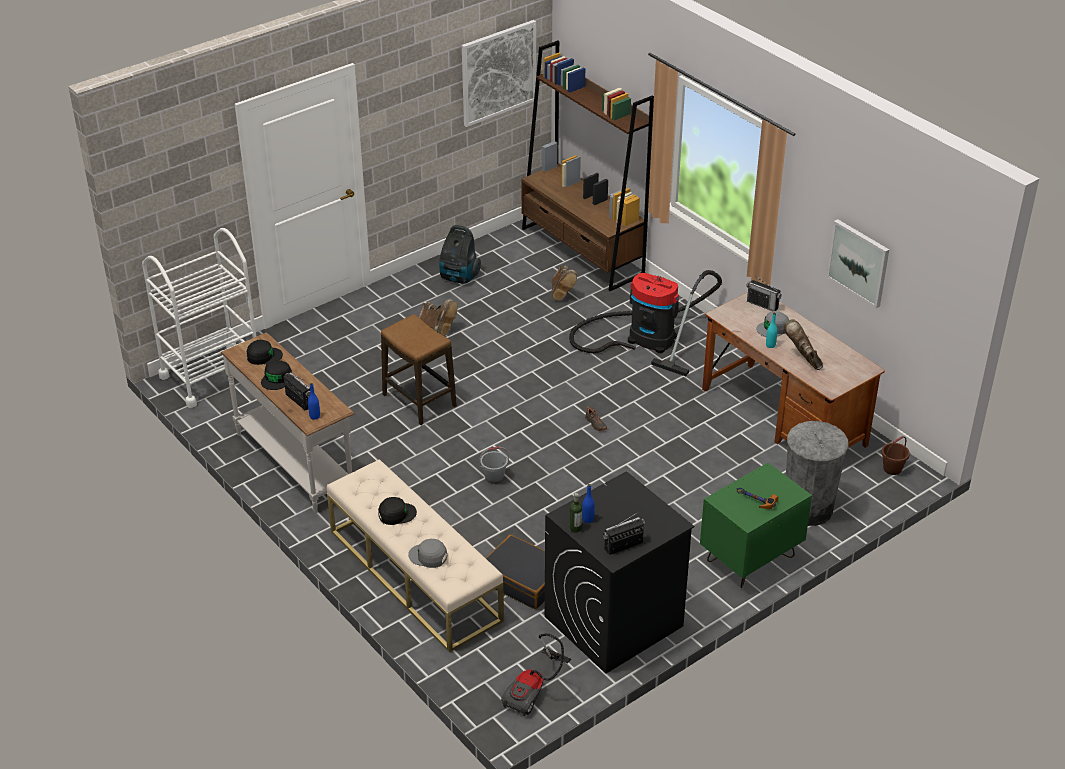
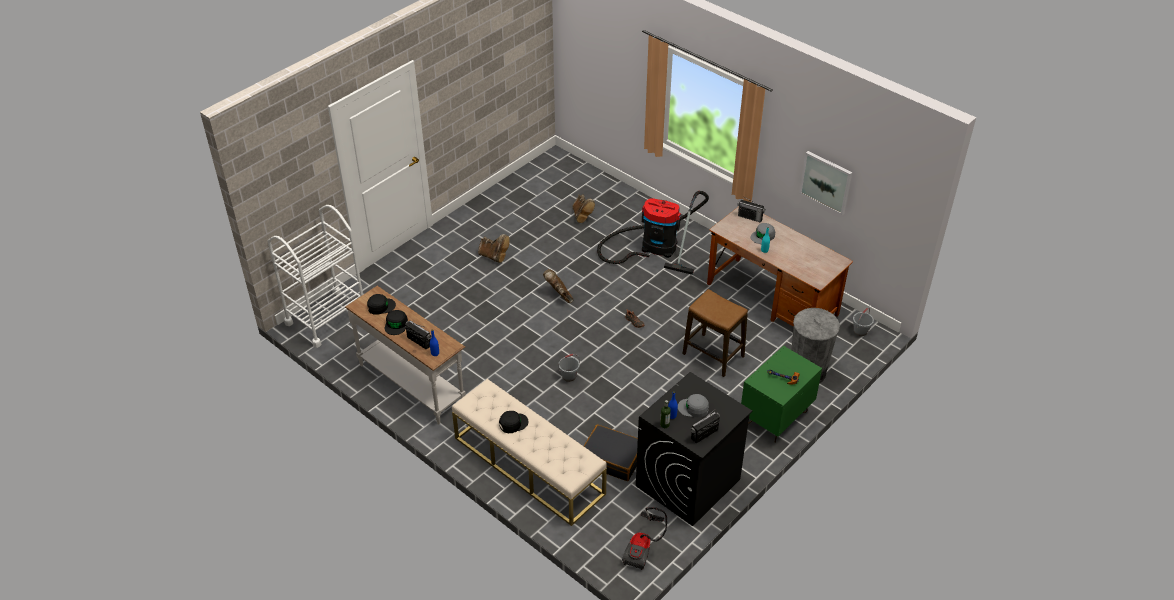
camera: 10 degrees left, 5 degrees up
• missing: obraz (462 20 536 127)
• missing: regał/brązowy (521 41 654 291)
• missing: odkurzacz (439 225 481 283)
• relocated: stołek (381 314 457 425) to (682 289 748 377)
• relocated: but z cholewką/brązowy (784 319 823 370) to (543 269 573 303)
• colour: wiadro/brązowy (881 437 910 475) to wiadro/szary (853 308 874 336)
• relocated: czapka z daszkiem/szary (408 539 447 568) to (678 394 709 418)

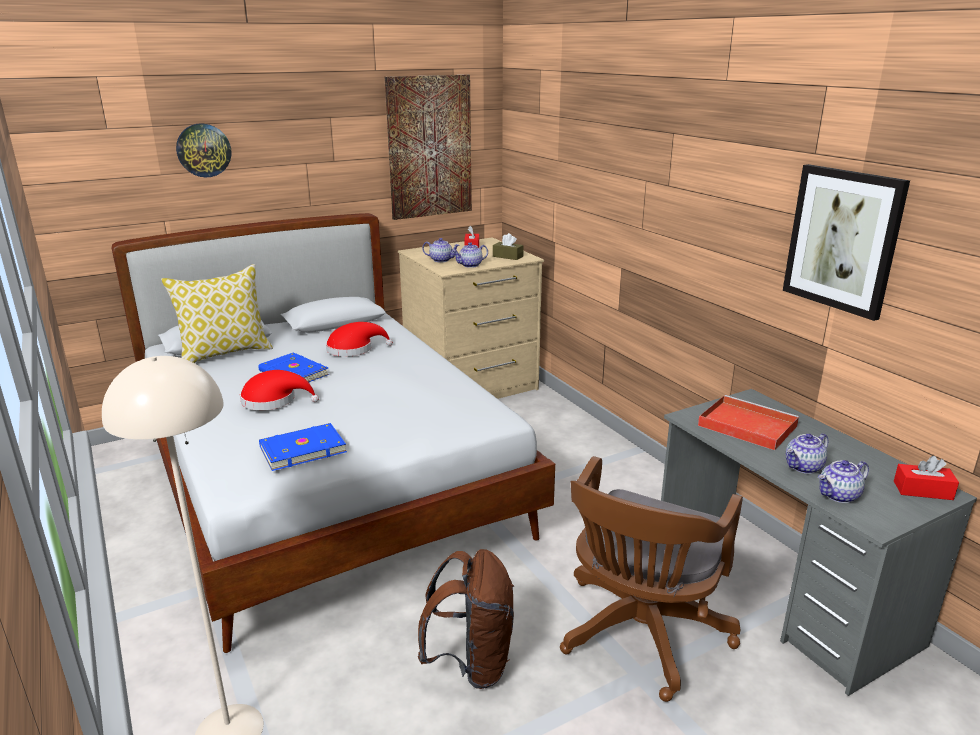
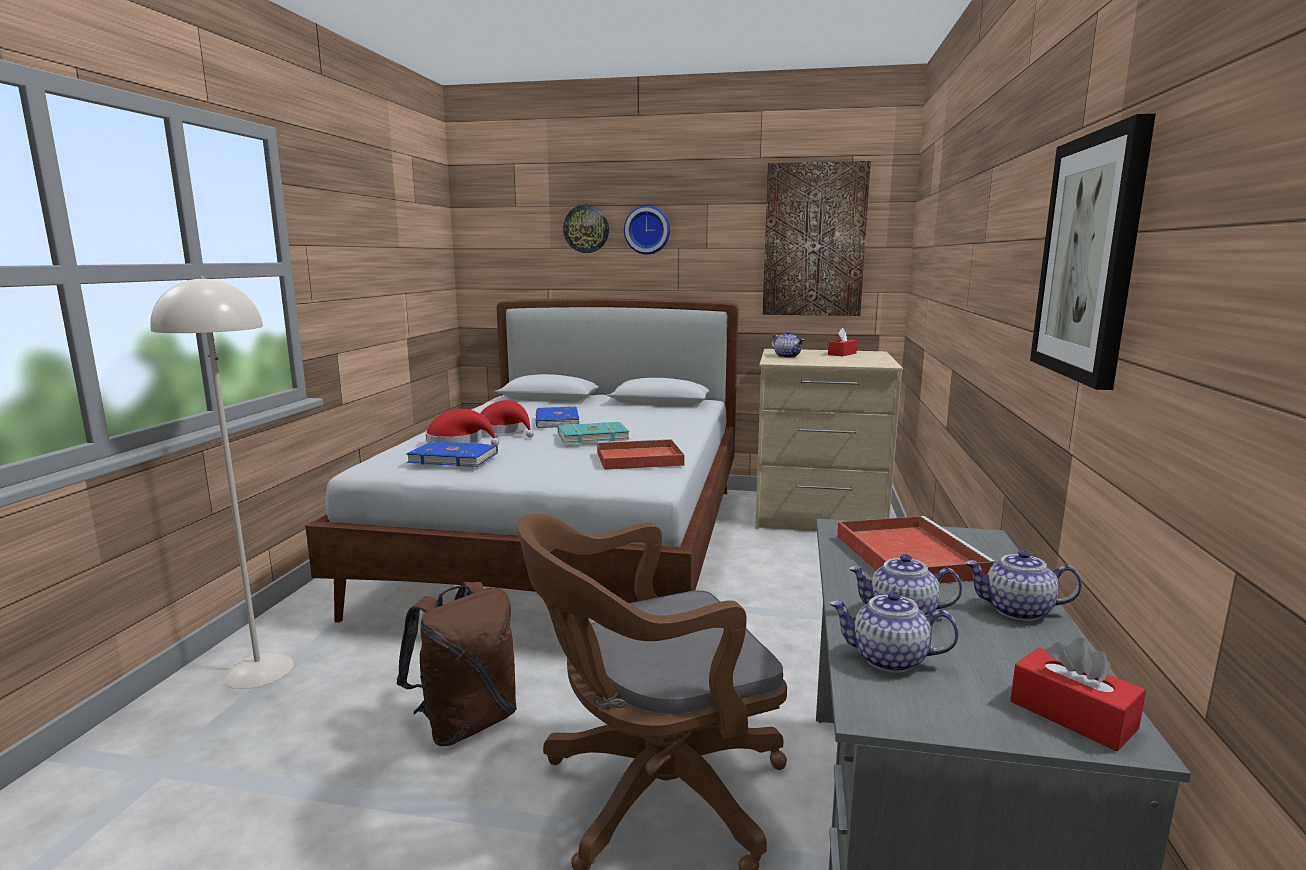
camera: 40 degrees right, 10 degrees down
• missing: pudełko chusteczek/brązowy (493 233 524 260)
• relocated: imbryk (453 242 488 268) to (965 550 1082 621)
• missing: poduszka (161 264 273 363)
• relocated: kapelusz/czerwony (326 322 393 357) to (425 409 499 446)
• appeared: zegar ścienny (624 205 670 255)
• appeared: książka/turkusowy (558 422 630 444)
• appeared: taca/czerwony (597 439 685 470)

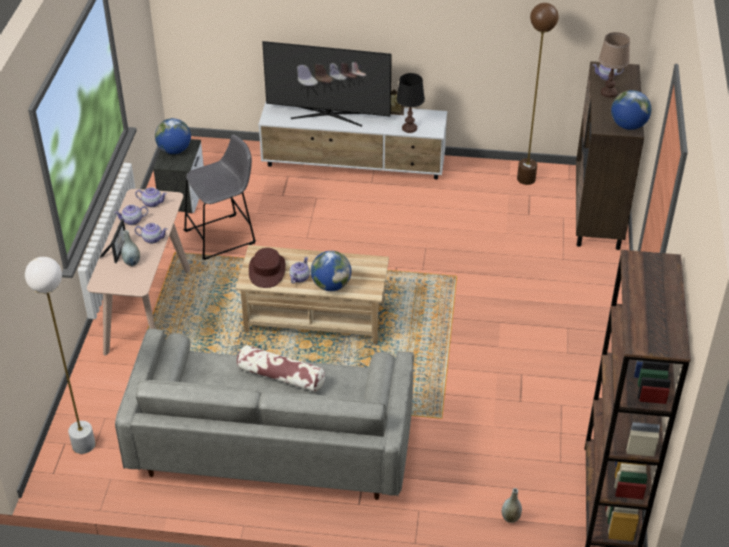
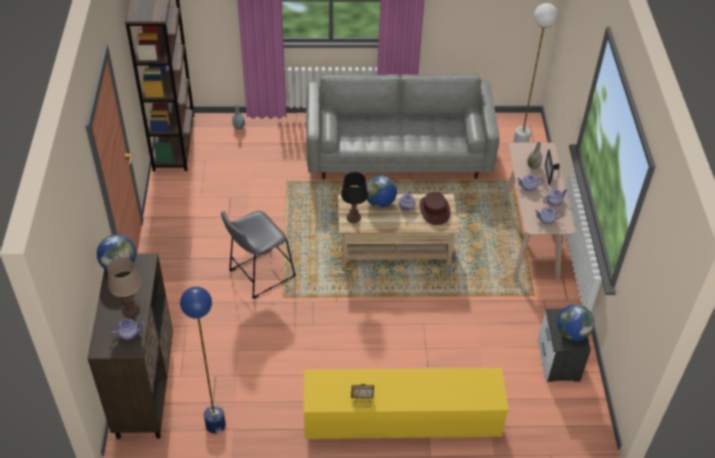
camera: 170 degrees right, 5 degrees up
• colour: lampa stojąca/brązowy (517 3 559 185) to lampa stojąca/niebieski (180 287 226 433)
• missing: telewizor (262 41 392 127)
• relocated: lampa stołowa/czarny (396 73 425 133) to (341 172 368 223)
• colour: szafka pod telewizor/biały (258 102 447 180) to szafka pod telewizor/żółty (304 368 509 439)
• relocated: stołek/szary (184 135 256 260) to (221 211 296 299)
• missing: poduszka (237 345 325 392)

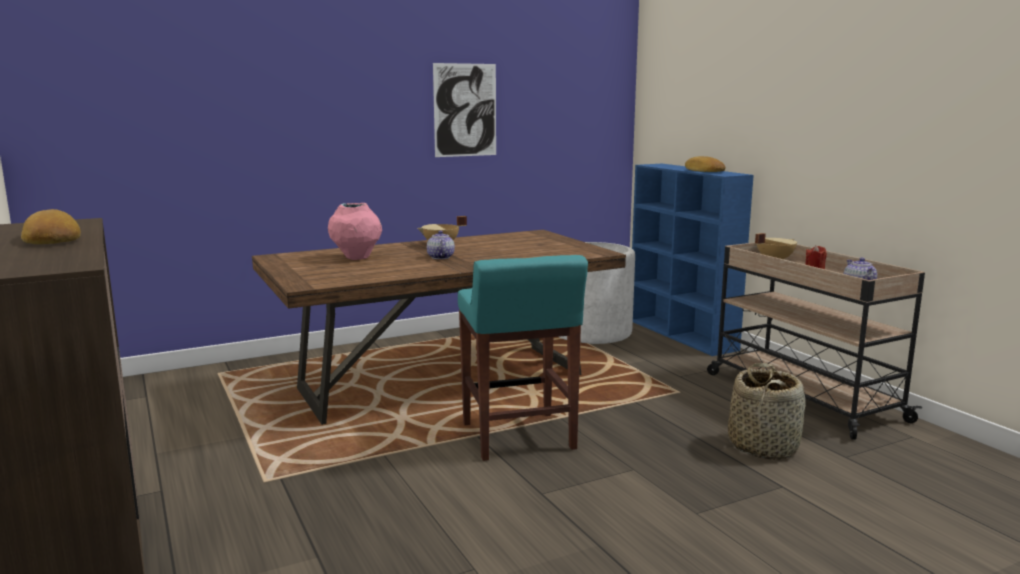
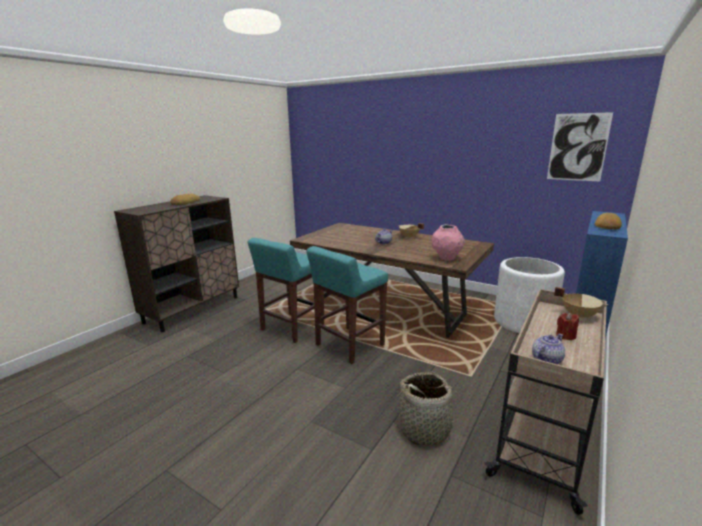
camera: 60 degrees right, 5 degrees up
• relocated: obraz (433 63 496 157) to (547 112 613 181)
• relocated: wazon/różowy (328 203 382 260) to (431 224 465 261)
• appeared: stołek/turkusowy (248 238 324 343)

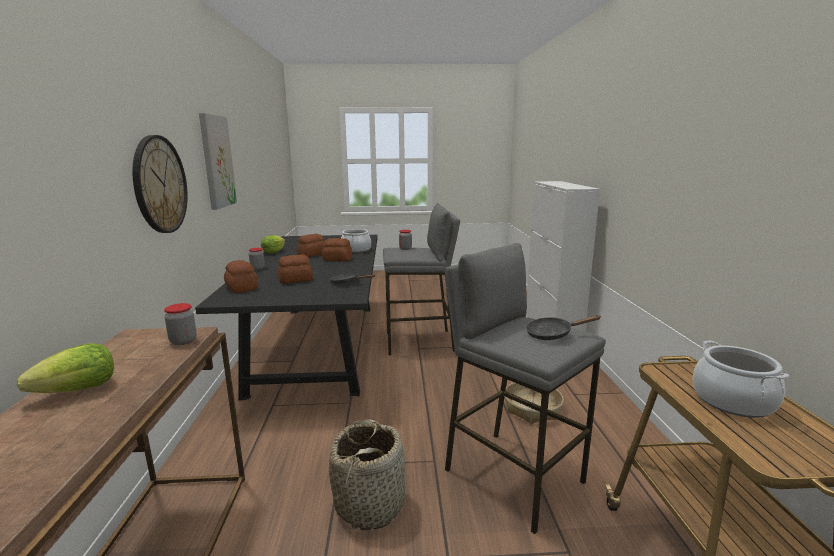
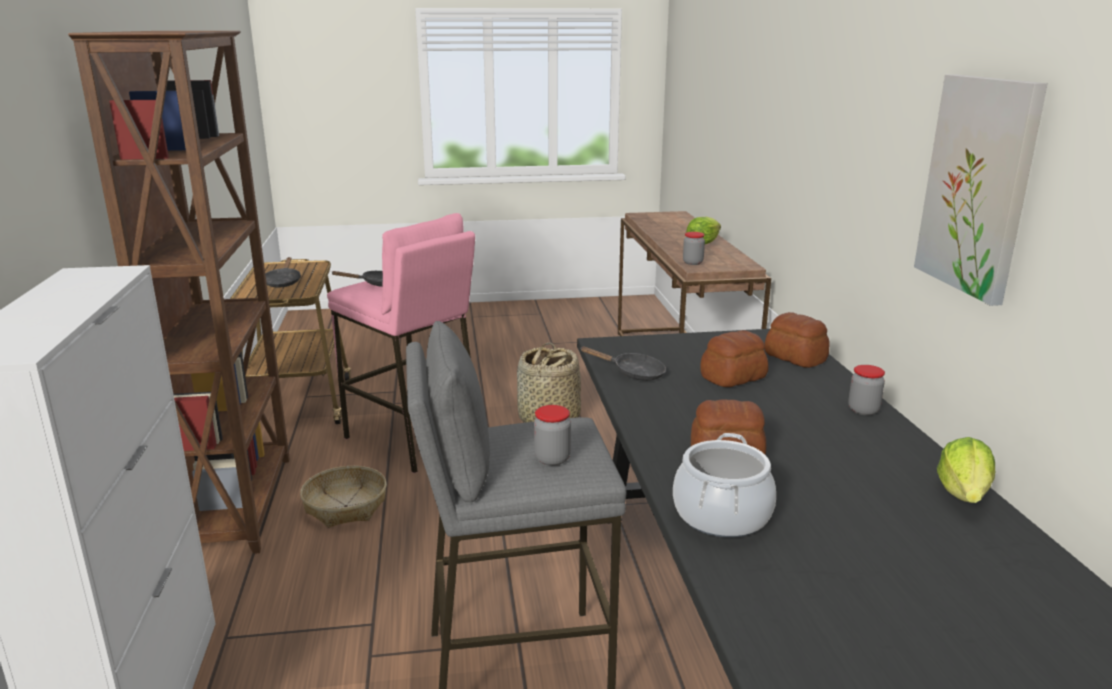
camera: 175 degrees right, 5 degrees up
• missing: zegar ścienny (132 135 188 233)
• missing: chleb (297 234 324 257)
• colour: stołek/szary (445 243 606 534) to stołek/różowy (327 213 475 473)
• exchanged: garnek (692 341 790 418) to patelnia/czarny (265 257 301 288)
• appeared: regał/brązowy (68 31 290 554)

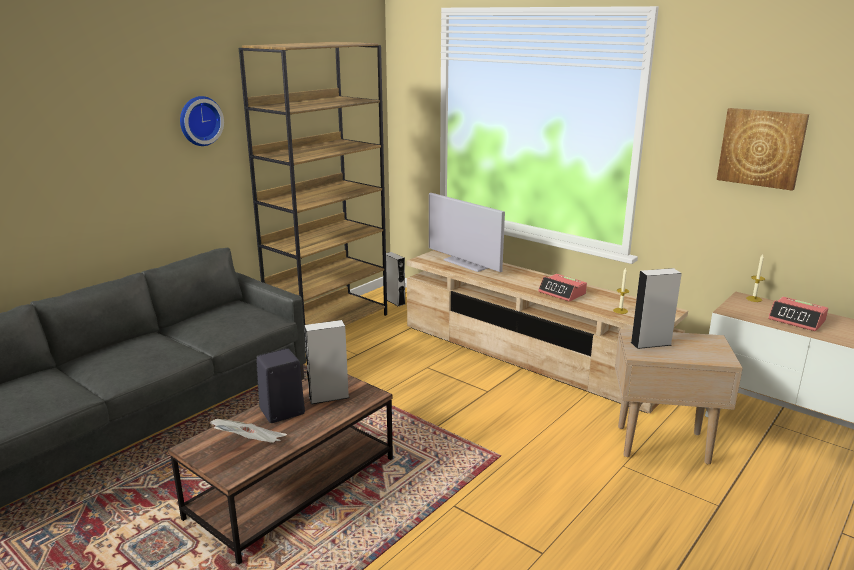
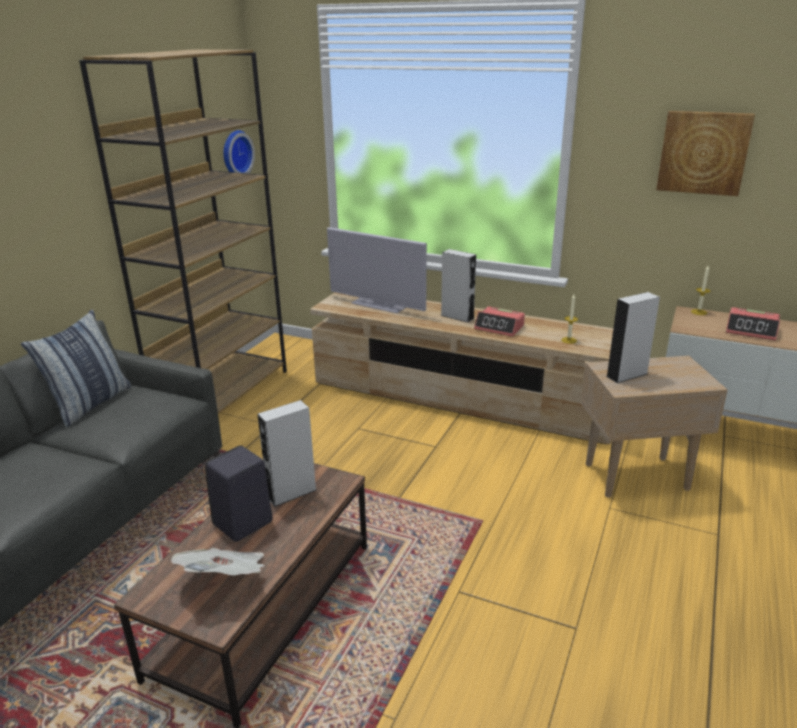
camera: 15 degrees left, 5 degrees up
• relocated: zegar ścienny (180 96 224 146) to (223 130 255 174)
• relocated: głośnik/szary (386 252 405 306) to (441 249 476 323)
• appeared: poduszka (21 310 131 427)

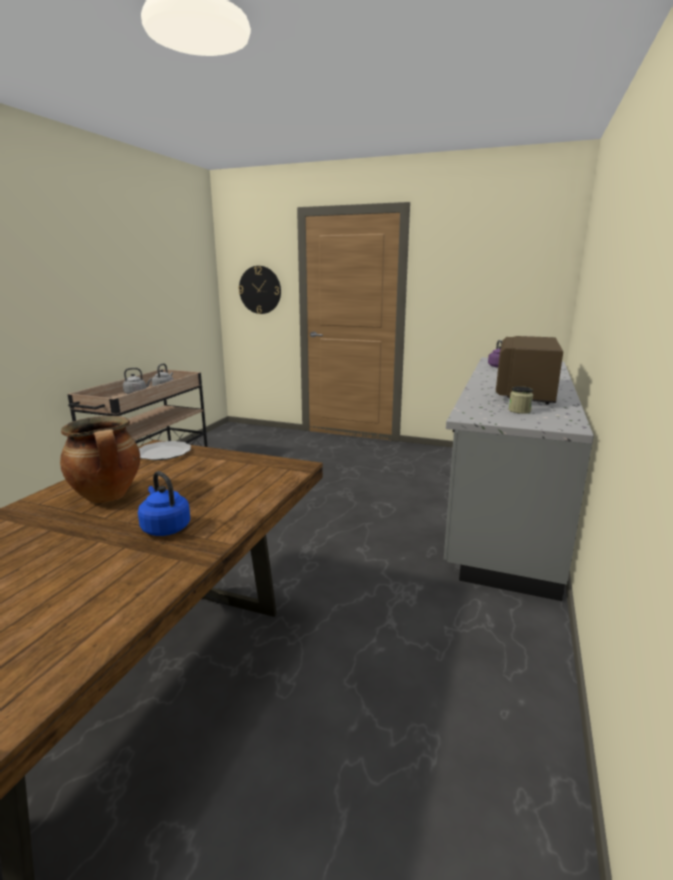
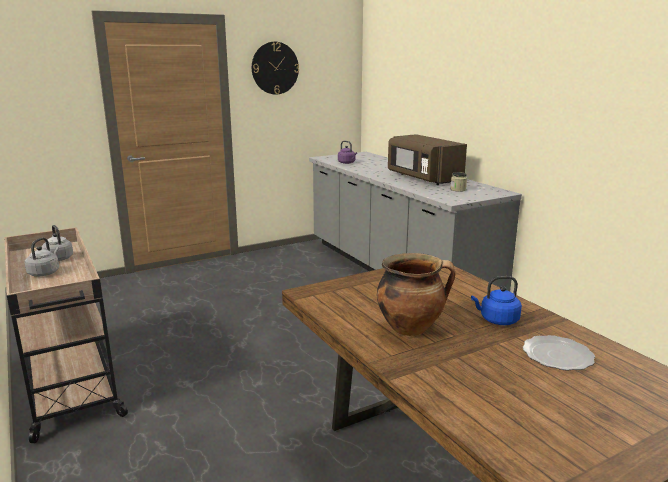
camera: 50 degrees left, 0 degrees up
• relocated: zegar ścienny (238 266 281 314) to (252 42 299 95)
• relocated: talerz (139 441 191 460) to (522 335 595 371)

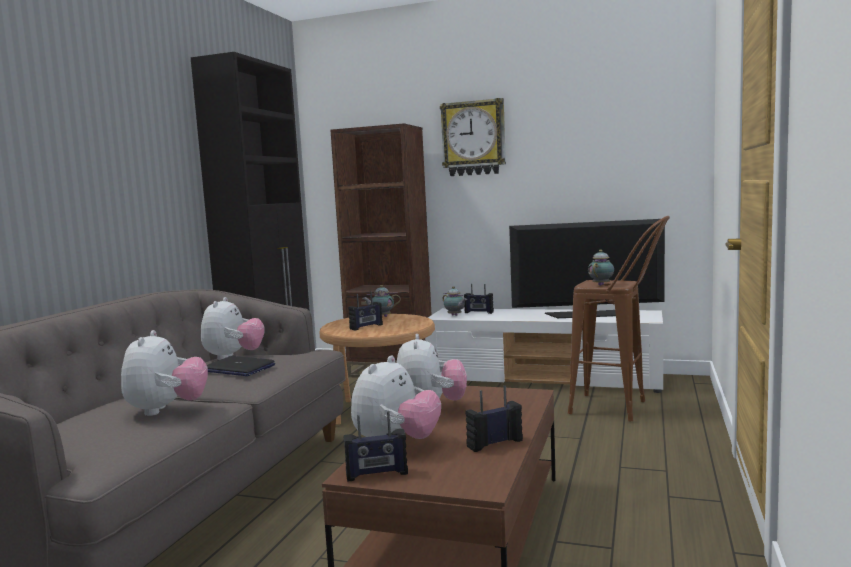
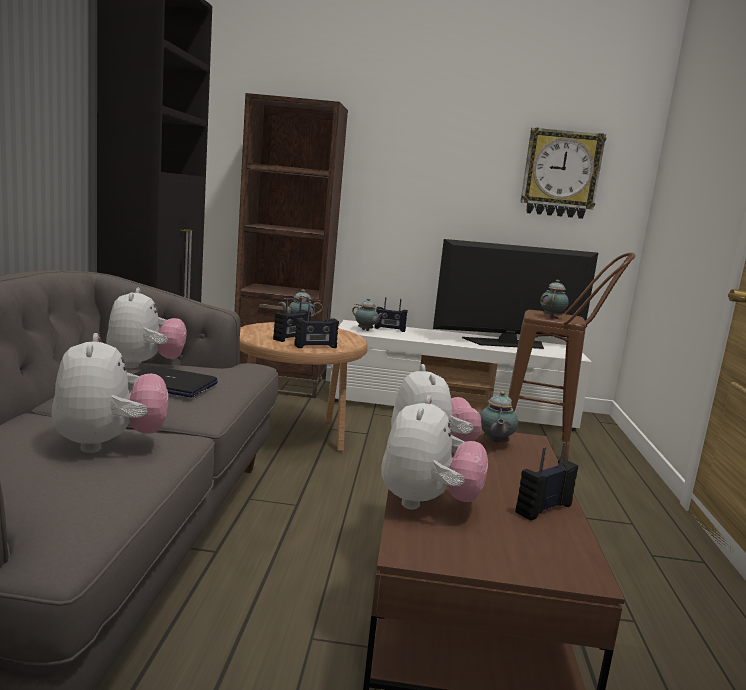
camera: 15 degrees left, 5 degrees up
• relocated: zegar ścienny (440 98 506 176) to (520 127 607 219)
• relocated: radio (344 412 408 481) to (295 305 339 348)
• appeared: imbryk (480 391 518 445)

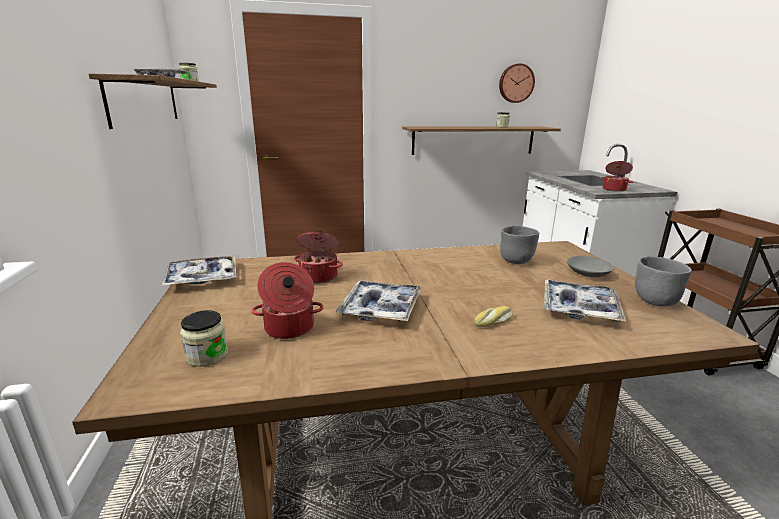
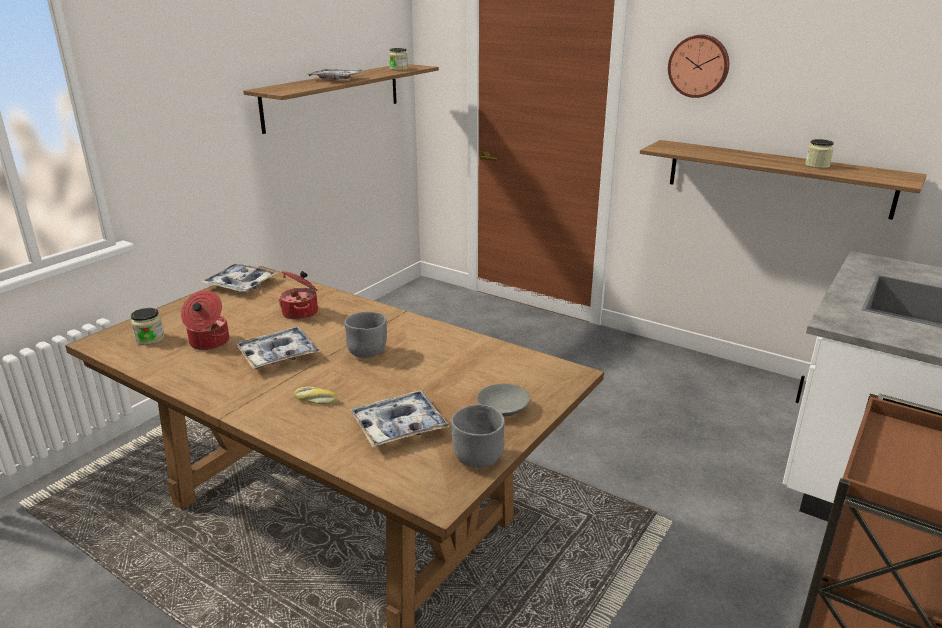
camera: 45 degrees right, 5 degrees up
• relocated: zegar ścienny (499 63 535 103) to (668 35 729 98)
• missing: garnek (600 161 633 192)
• relocated: miska/szary (500 226 539 264) to (344 312 387 358)

